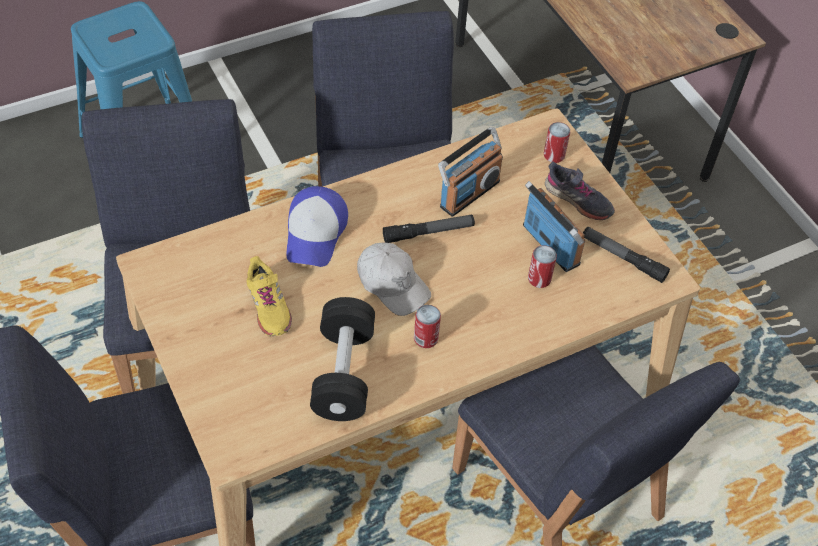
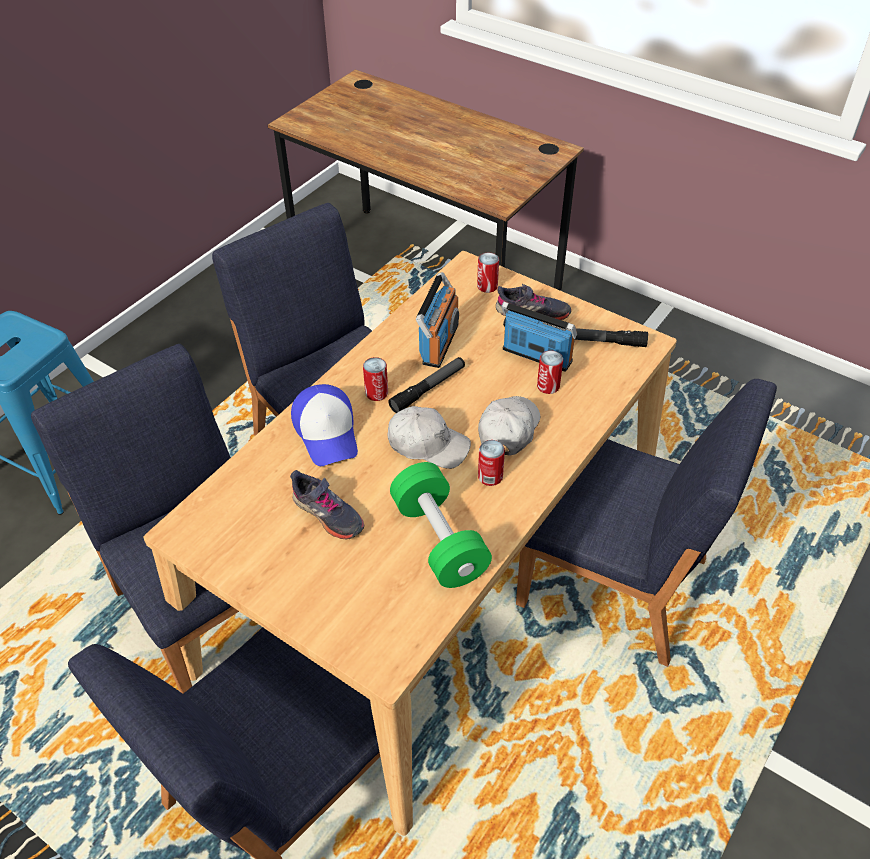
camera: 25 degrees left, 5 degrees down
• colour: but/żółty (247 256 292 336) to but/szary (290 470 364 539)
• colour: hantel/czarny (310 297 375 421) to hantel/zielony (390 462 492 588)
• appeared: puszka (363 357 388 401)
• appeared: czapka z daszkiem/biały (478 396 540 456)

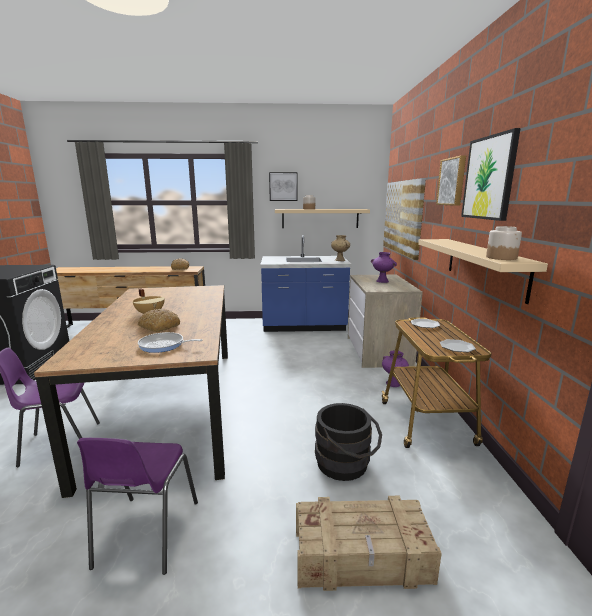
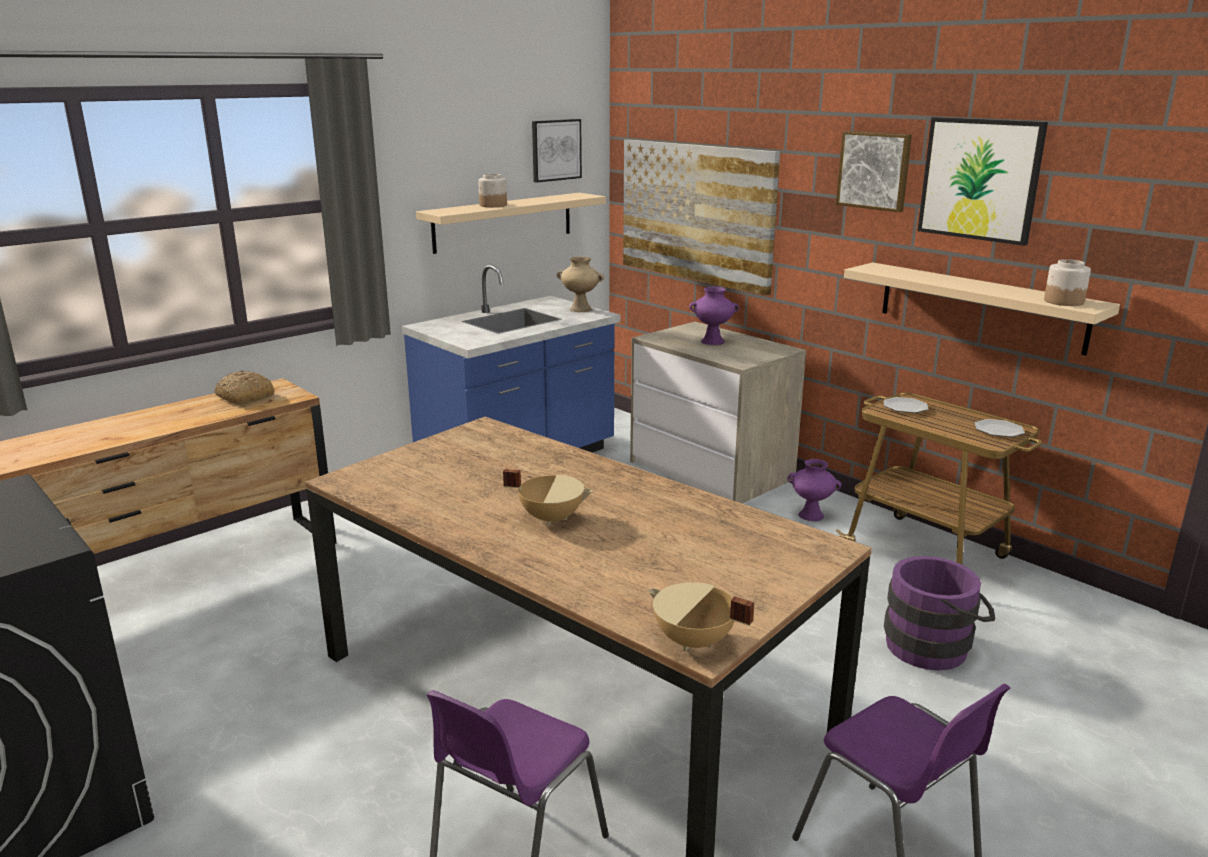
camera: 40 degrees left, 5 degrees up
• relocated: obraz (269 172 298 201) to (532 119 582 182)
• missing: chleb (138 309 181 332)
• missing: patelnia (138 332 203 353)
• colour: wiadro/czarny (315 403 382 481) to wiadro/fioletowy (884 556 995 670)
• missing: skrzynka (296 496 442 591)
• appeared: garnek/beżowy (648 582 754 651)

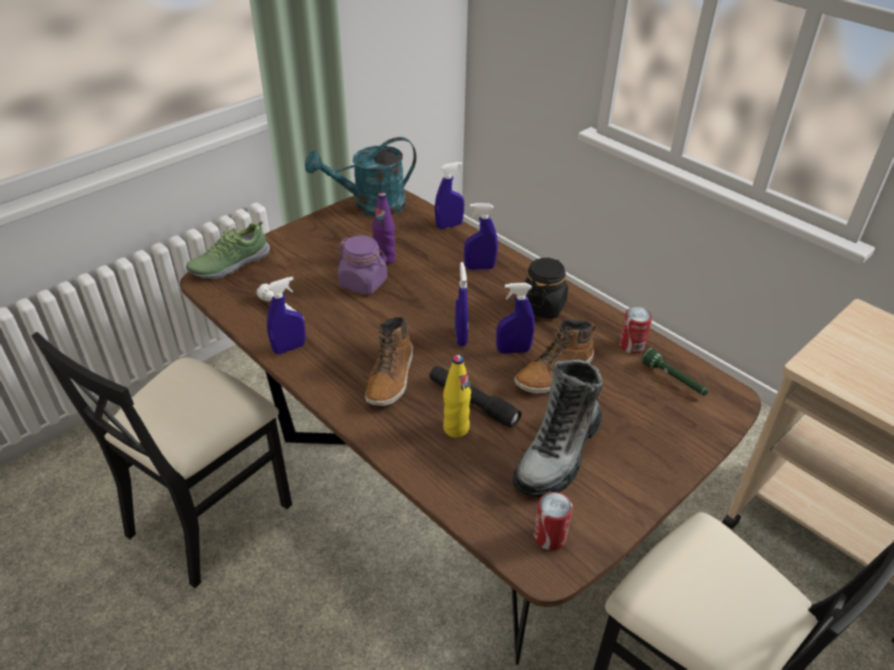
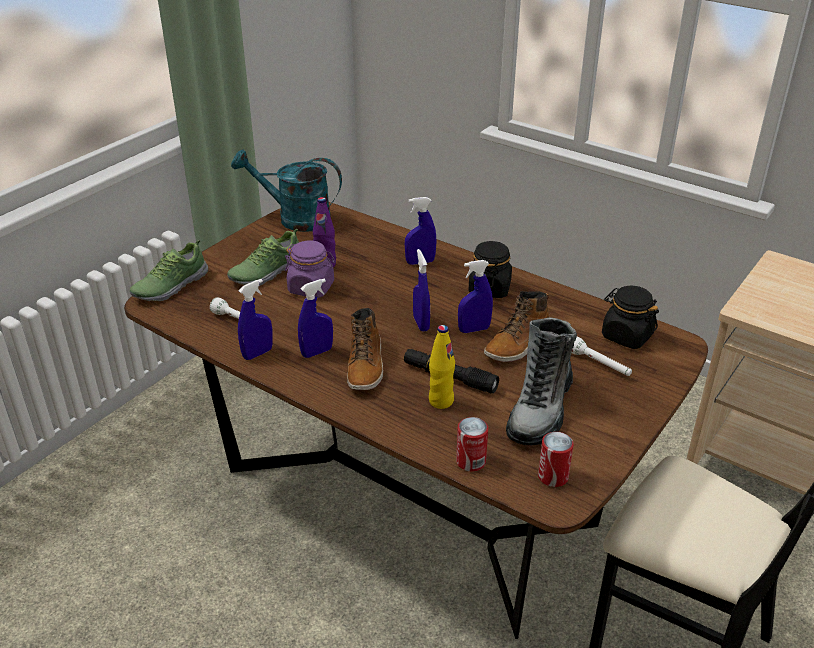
camera: 10 degrees left, 5 degrees down
• spun: konewka/turkusowy (305 137 416 216) = (231 149 342 232) 45 degrees clockwise
• relocated: spryskiwacz/niebieski (435 162 464 229) to (298 278 333 358)
• relocated: puszka (619 307 652 354) to (456 417 488 471)
• missing: krzesło/czarny (32 332 292 588)
• exchanged: latarka/zielony (641 348 709 396) to słoik/czarny (602 286 659 349)
• appeared: but (227 229 299 286)
• appeared: latarka/biały (571 337 632 376)

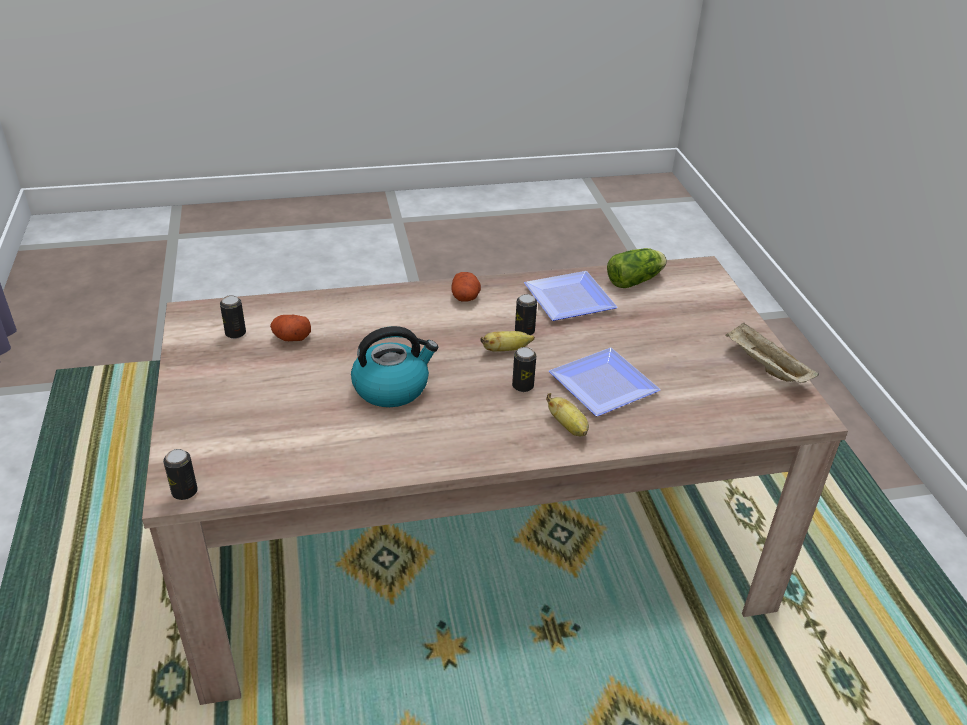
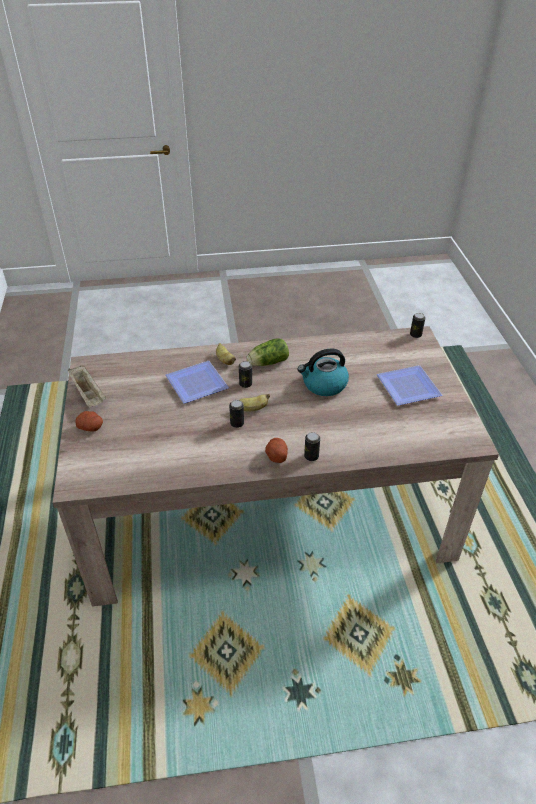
camera: 175 degrees left, 5 degrees up
• relocated: sałata (607 248 667 288) to (246 338 289 366)
• relocated: talerz (524 271 617 321) to (377 365 442 406)
• relocated: puszka (220 295 246 339) to (304 432 320 461)
• relocated: ziemniak (270 315 311 341) to (76 411 103 431)

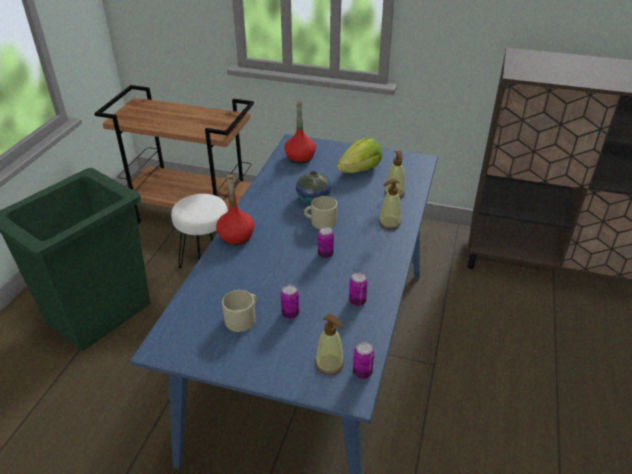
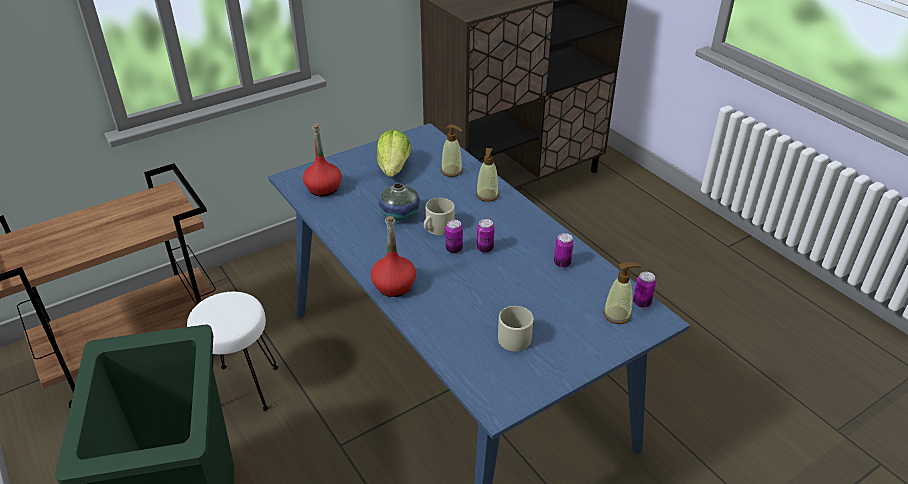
camera: 50 degrees left, 0 degrees up
• relocated: puszka (281 285 299 319) to (446 220 463 253)

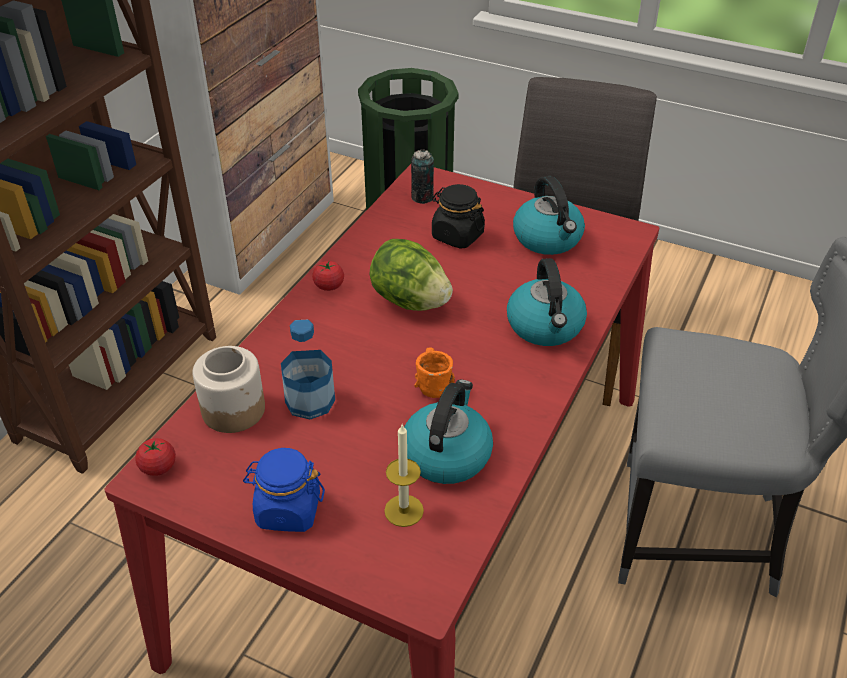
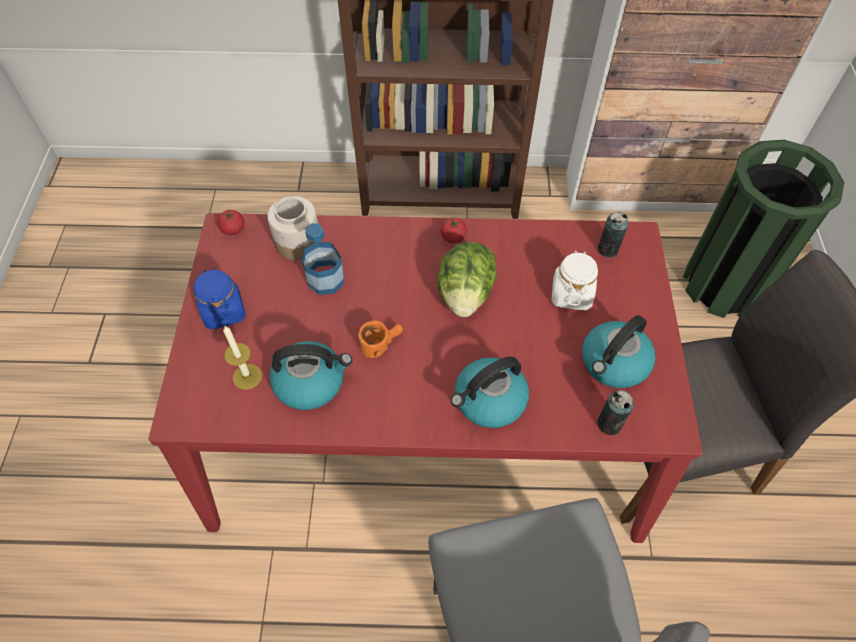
camera: 65 degrees right, 15 degrees up
• colour: słoik/czarny (432 184 485 249) to słoik/biały (551 250 598 310)
• appeared: puszka (597 390 634 435)

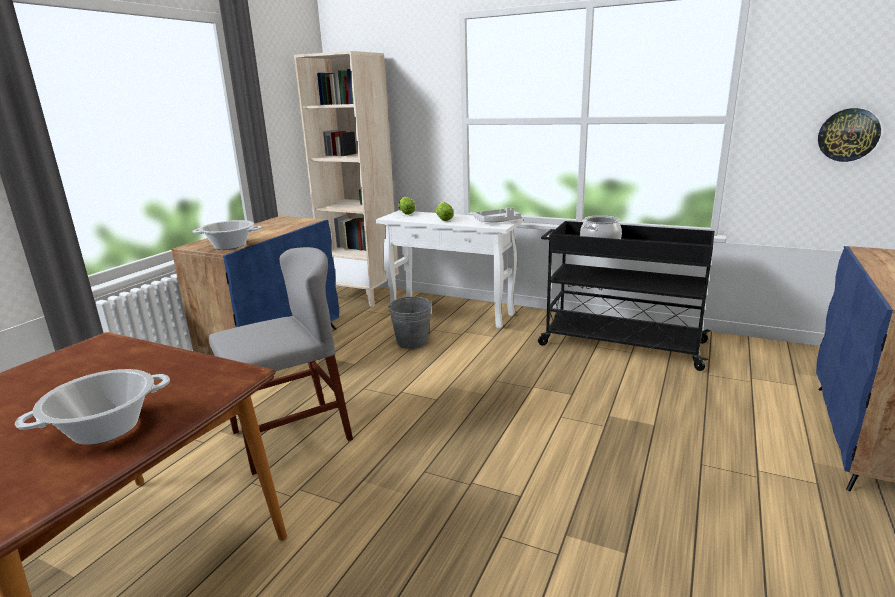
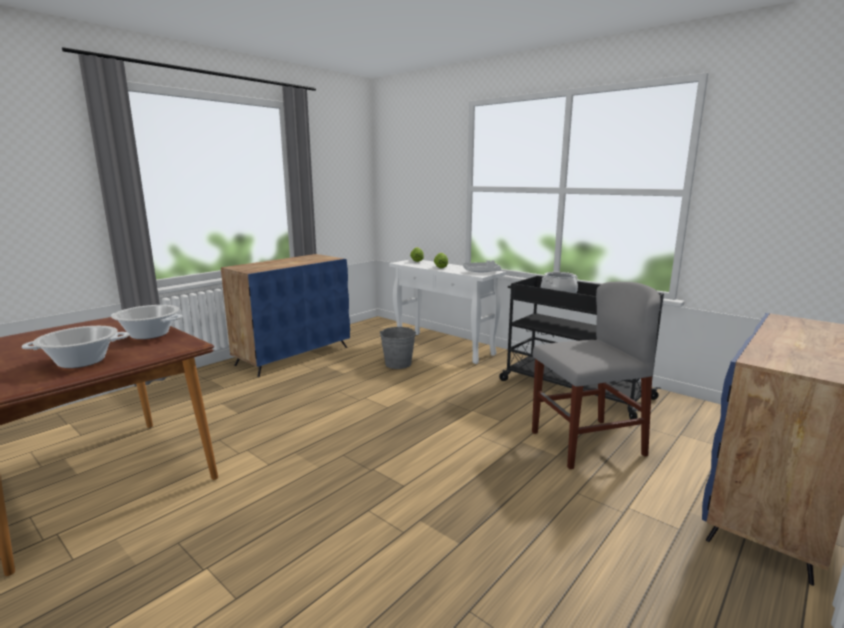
camera: 15 degrees right, 5 degrees down
• missing: regał/beżowy (294 51 399 307)
• missing: zegar ścienny (818 108 881 162)
• relocated: garnek (192 220 262 250) to (111 305 183 339)
• relocated: krzesło/szary (209 247 353 475) to (532 282 661 469)

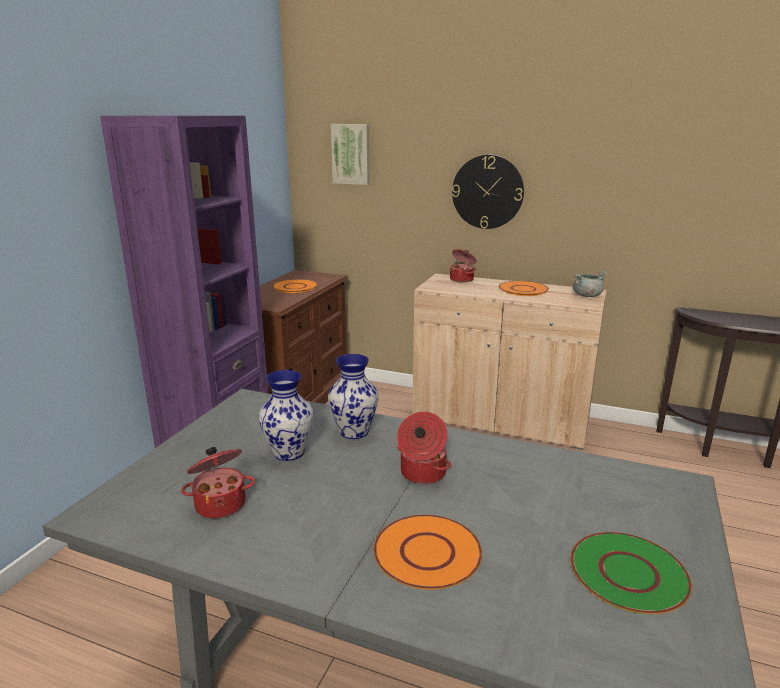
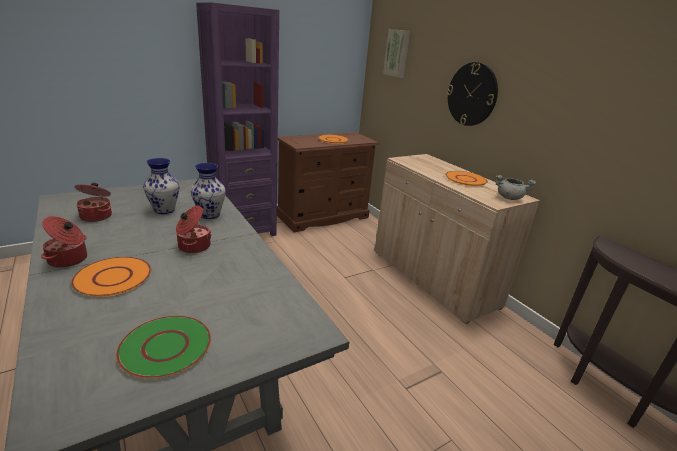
camera: 35 degrees right, 5 degrees up
• relocated: garnek (450 249 477 283) to (41 216 87 268)

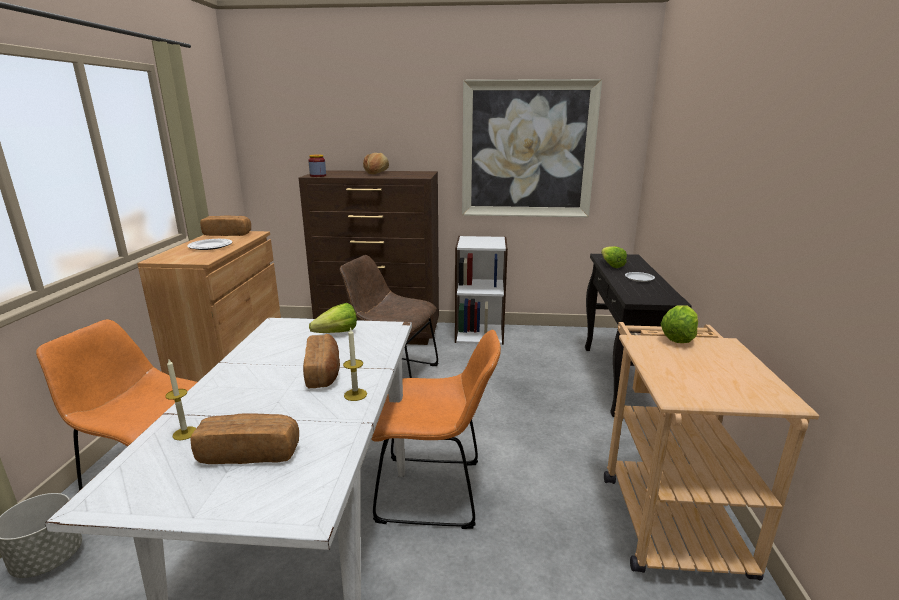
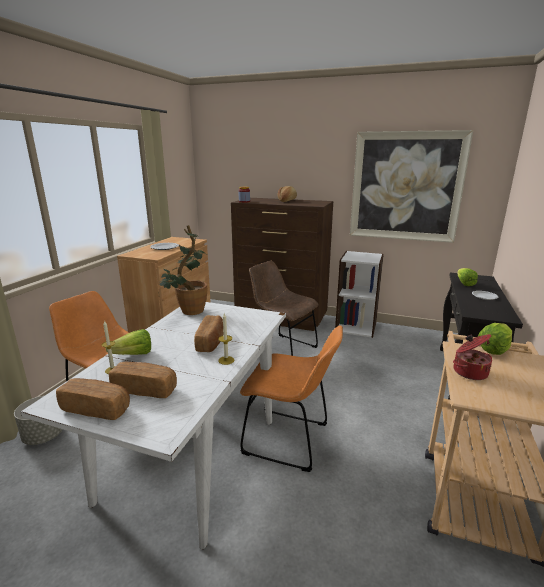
camera: 15 degrees right, 0 degrees up
• relocated: chleb (200 216 251 236) to (56 378 130 420)
• relocated: sałata (309 303 357 333) to (106 329 151 355)
• appeared: roślina doniczkowa (159 225 207 315)
• appeared: garnek (453 334 492 380)

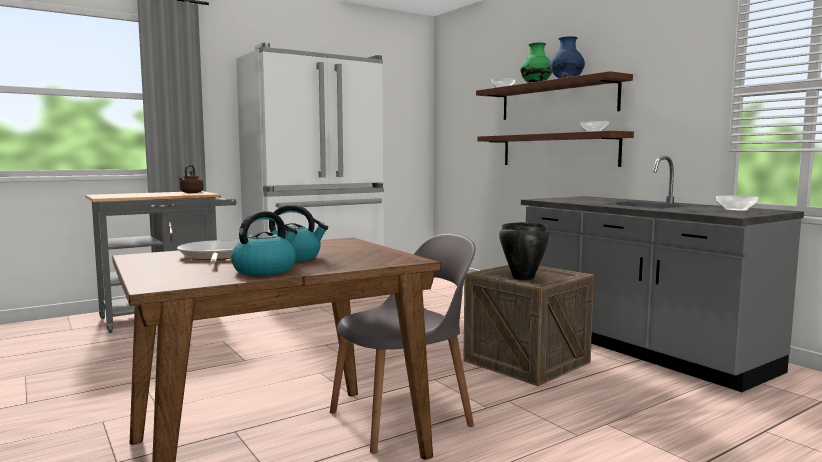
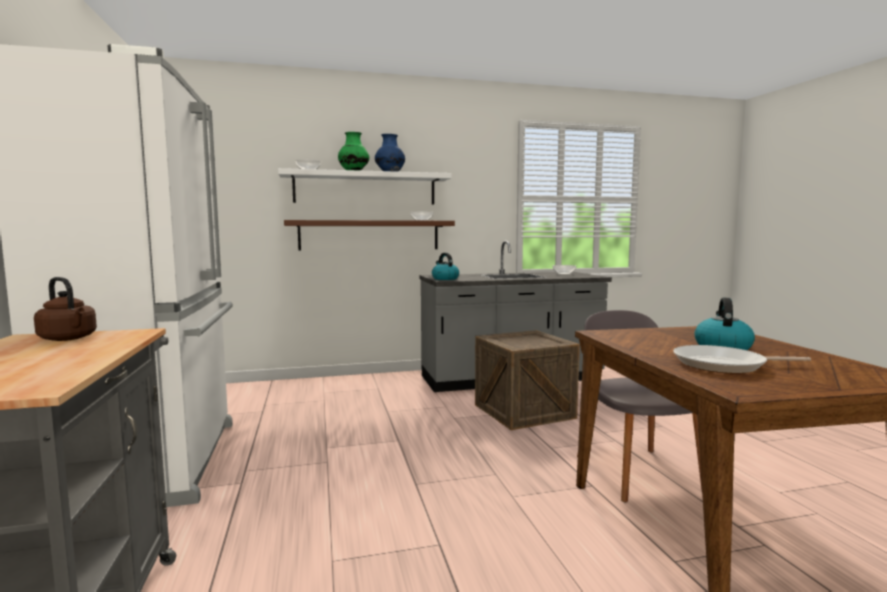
camera: 70 degrees left, 0 degrees up
• colour: półka/brązowy (476 71 633 120) to półka/biały (278 168 452 204)
• relocated: czajnik (231 211 297 276) to (432 253 459 280)
• missing: garnek/czarny (499 222 550 280)

